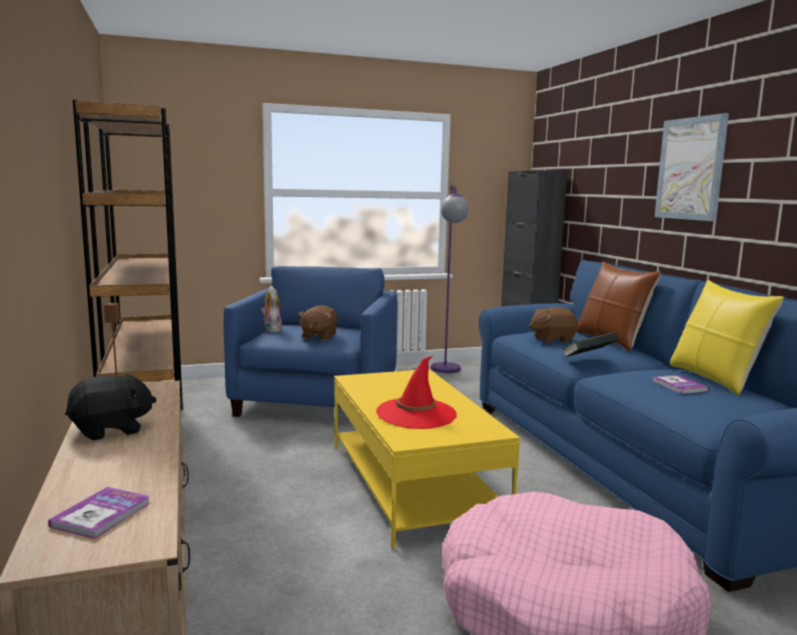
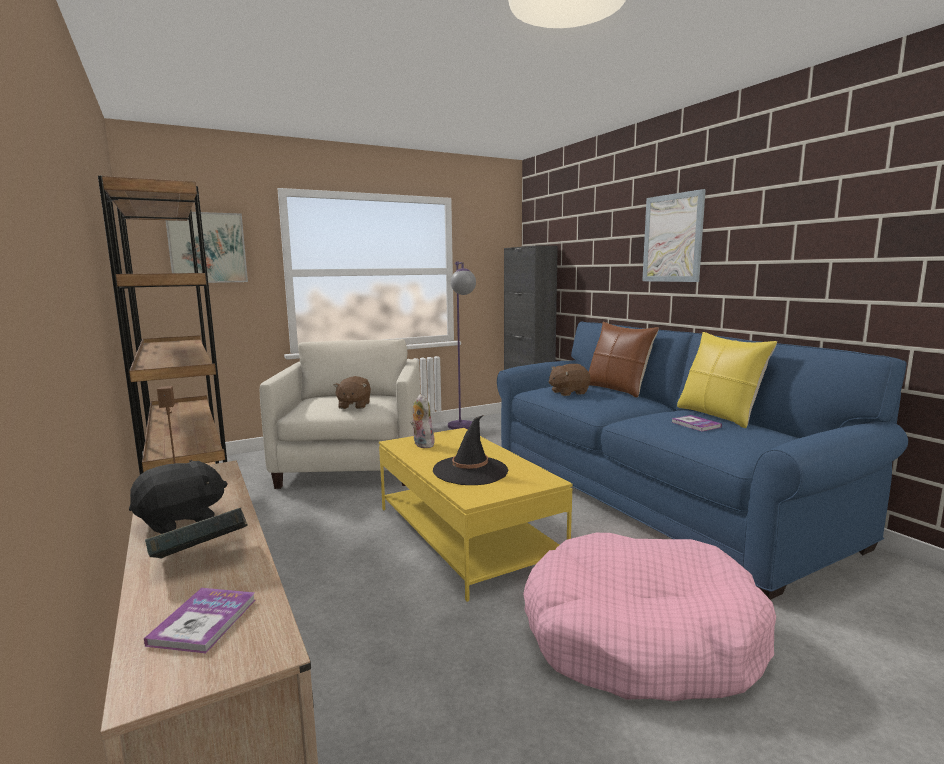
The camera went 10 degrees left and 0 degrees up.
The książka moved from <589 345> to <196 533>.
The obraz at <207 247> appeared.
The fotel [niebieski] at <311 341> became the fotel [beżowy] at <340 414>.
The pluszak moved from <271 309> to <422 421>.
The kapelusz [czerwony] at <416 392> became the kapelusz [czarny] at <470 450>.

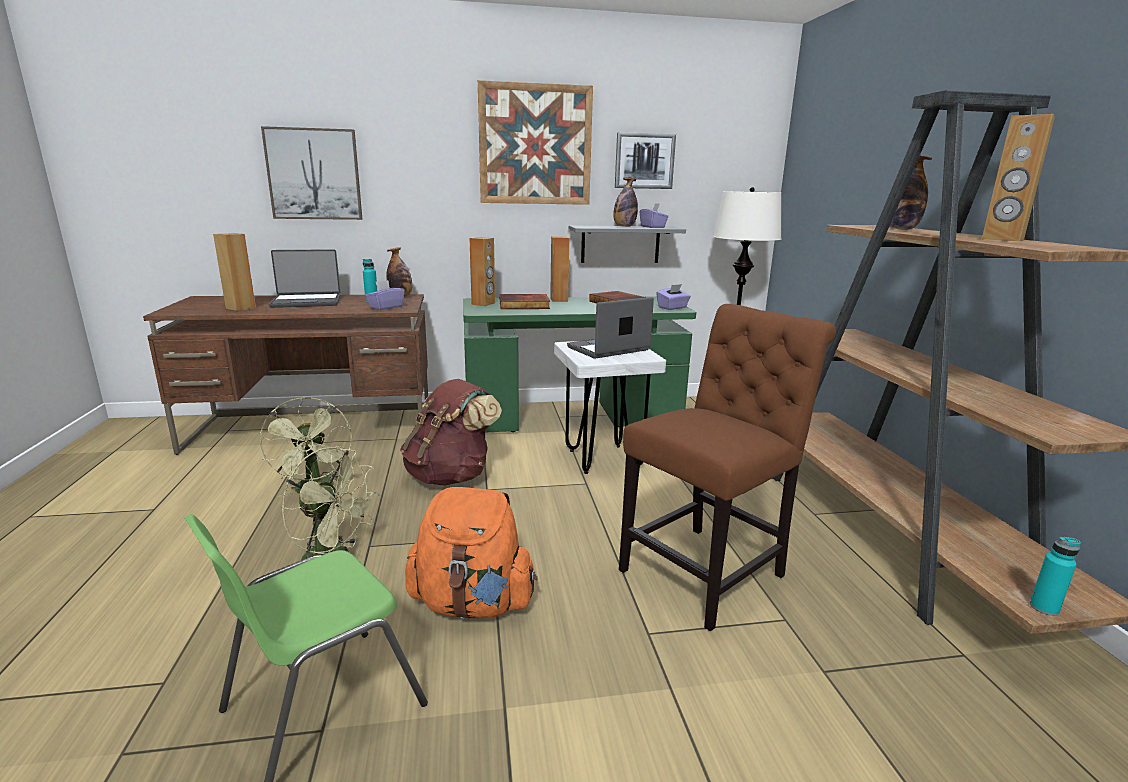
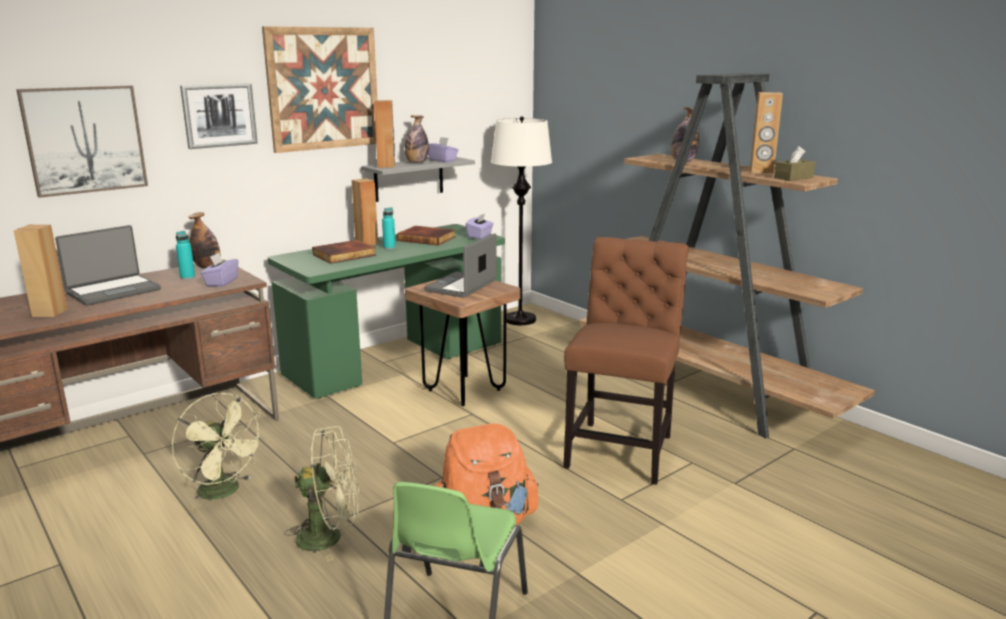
The camera went 30 degrees left and 0 degrees up.
The obraz moved from <645 160> to <219 116>.
The głośnik [brązowy] moved from <482 271> to <384 134>.
The butelka [turkusowy] moved from <1055 576> to <389 228>.
The stołek [biały] at <610 407> became the stołek [brązowy] at <463 339>.
The pudełko chusteczek [brązowy] at <794 163> appeared.
The plecak [brązowy] at <451 432> disappeared.

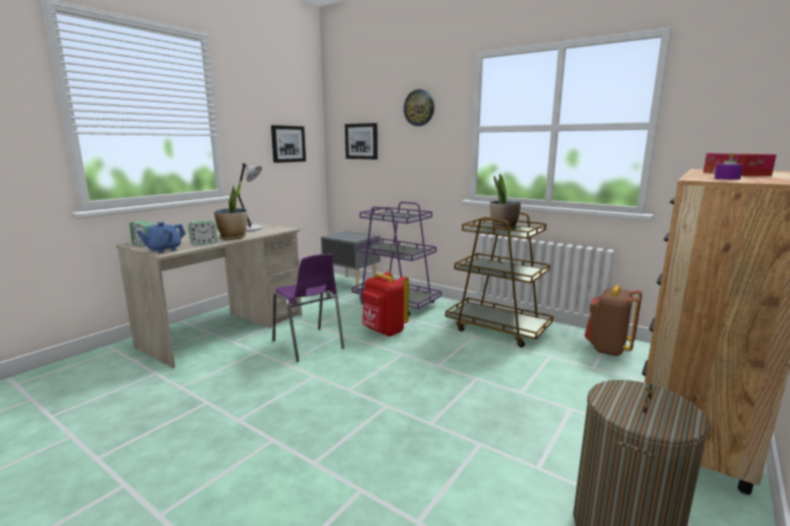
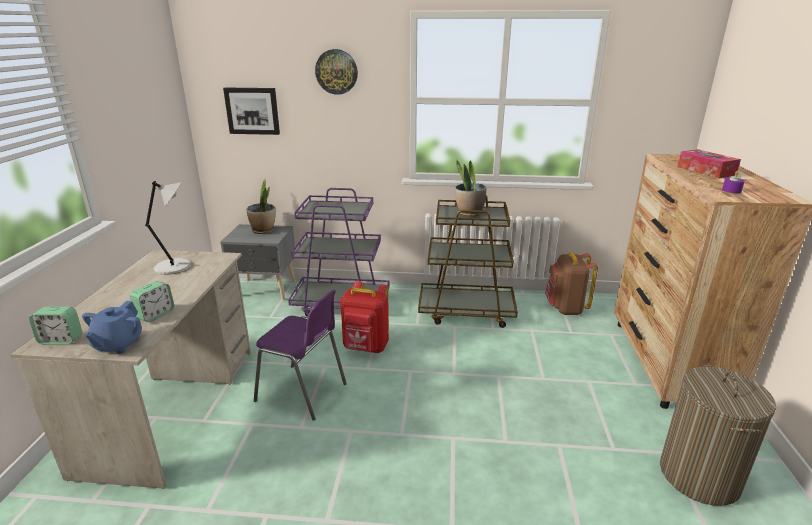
The camera went 30 degrees left and 10 degrees up.
The roślina doniczkowa moved from <230 210> to <260 206>.
The obraz at <288 144> disappeared.

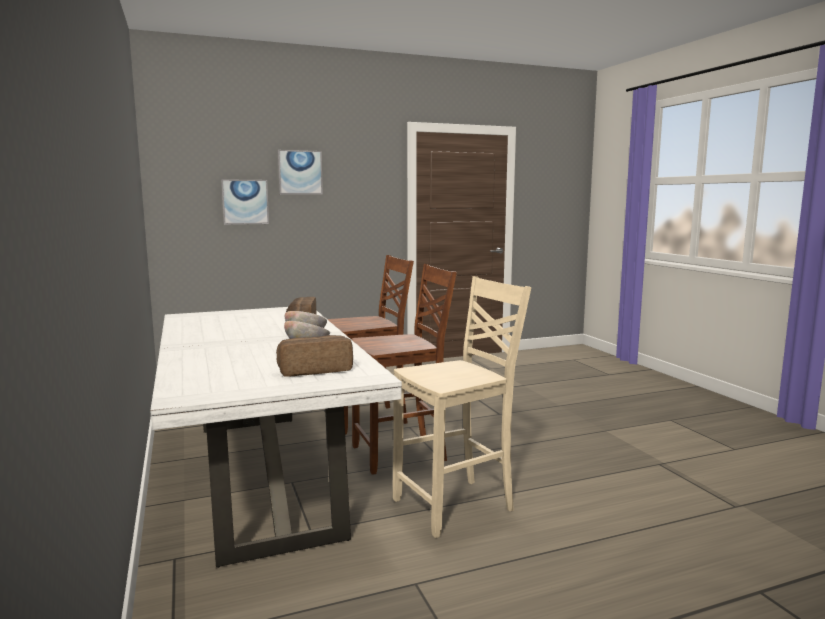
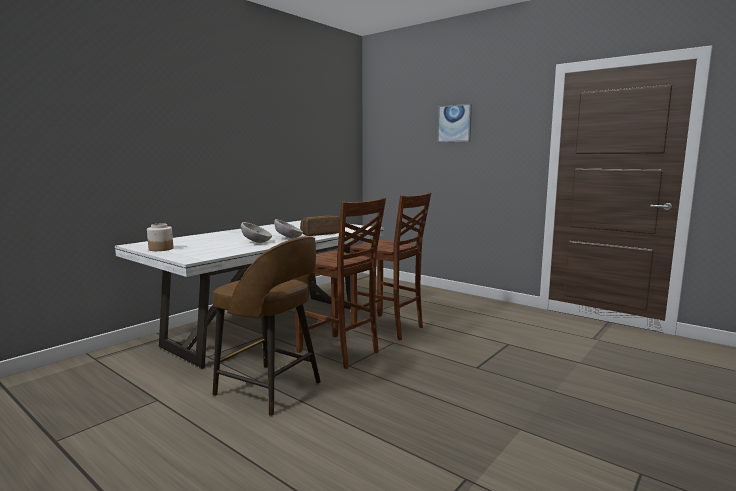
The camera went 60 degrees right and 0 degrees up.
The słoik at <160 237> appeared.
The krzesło [beżowy] at <462 407> was replaced by the stołek [brązowy] at <267 326>.
The obraz at <245 202> disappeared.
The chleb at <314 356> disappeared.

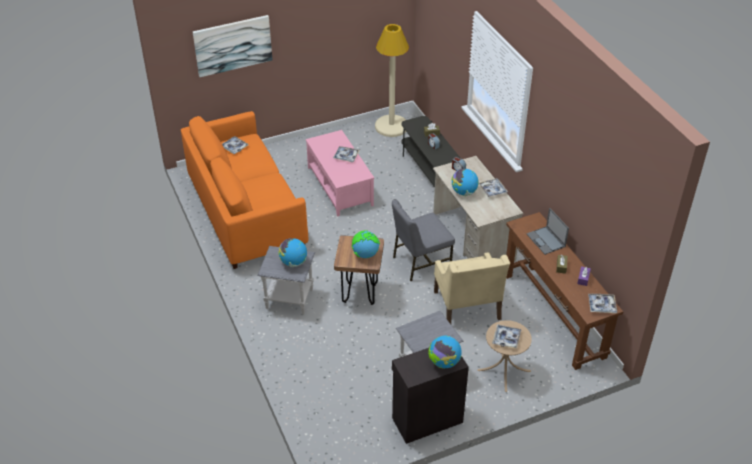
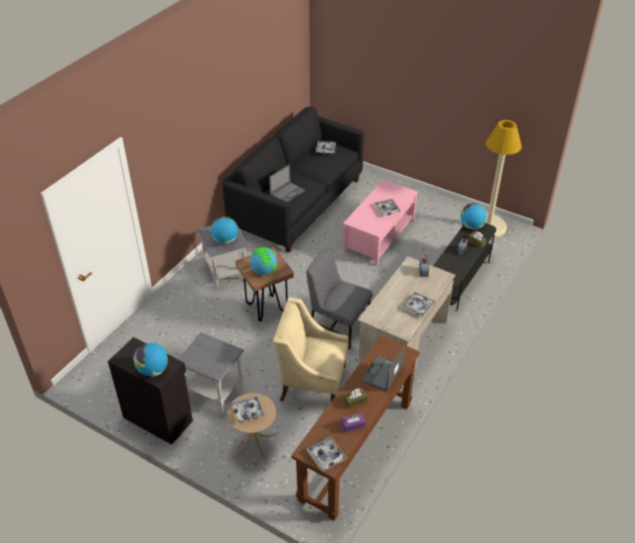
The camera went 55 degrees right and 0 degrees up.
The kanapa [pomarańczowy] at <244 190> became the kanapa [czarny] at <293 180>.
The laptop at <287 183> appeared.
The fotel [beżowy] at <472 288> turned 60 degrees clockwise.
The globus moved from <465 182> to <474 216>.
The obraz at <232 46> disappeared.

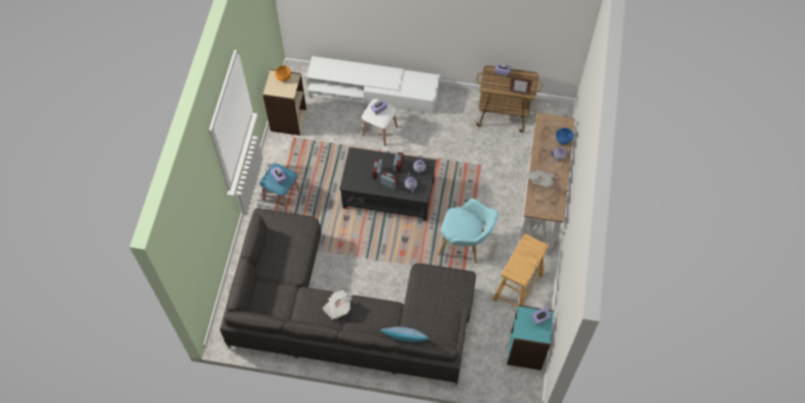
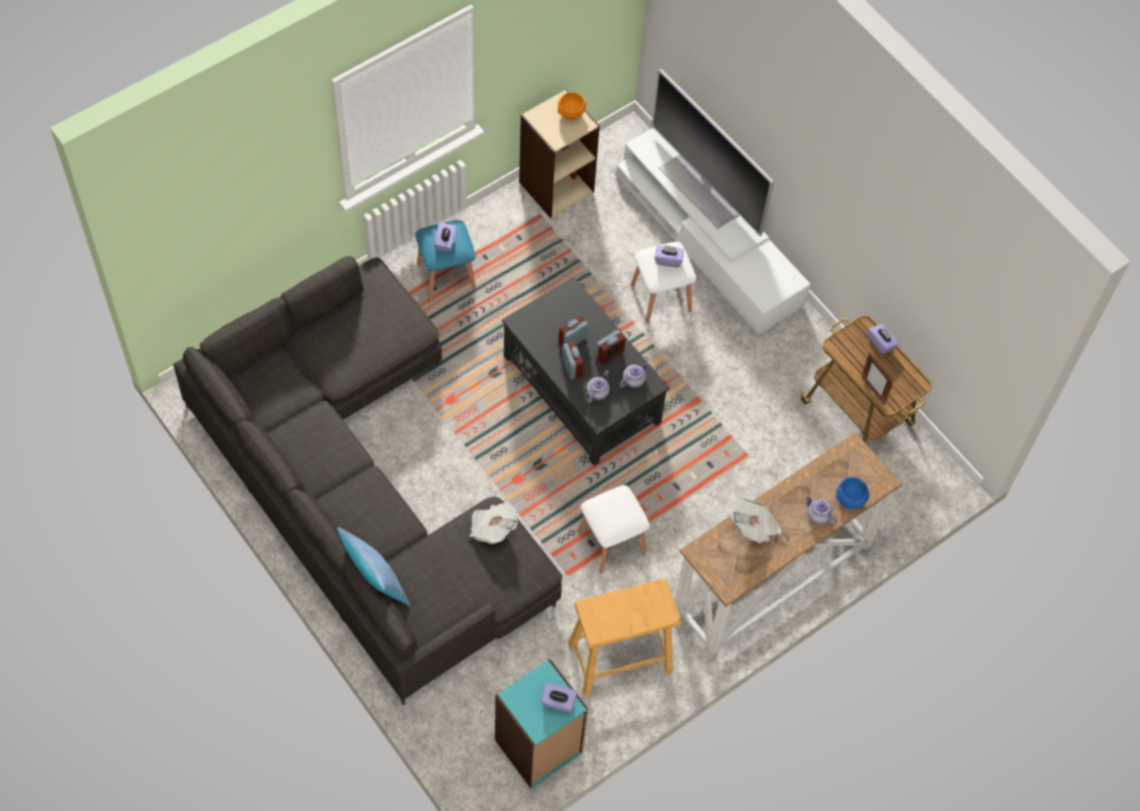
The camera went 40 degrees right and 0 degrees up.
The gazeta moved from <337 305> to <494 523>.
The fotel [turkusowy] at <468 230> was replaced by the stołek [biały] at <614 529>.
The telewizor at <712 152> appeared.

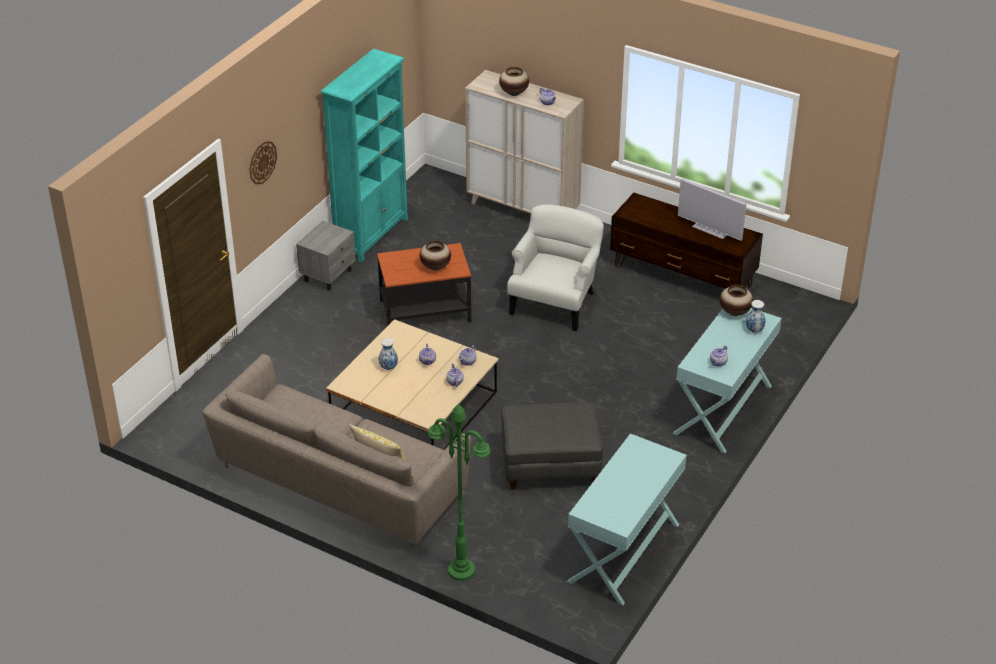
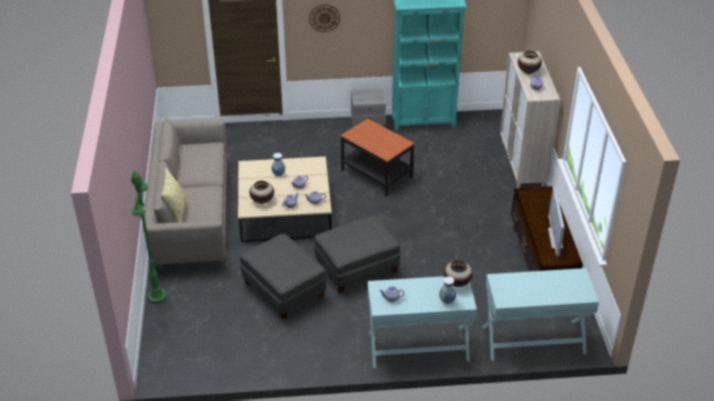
The camera went 55 degrees right and 0 degrees up.
The wazon moved from <435 256> to <261 192>.
The pufa [szary] at <357 254> appeared.
The stolik konsolowy [turkusowy] moved from <627 519> to <541 314>.
The fotel [biały] at <555 267> disappeared.

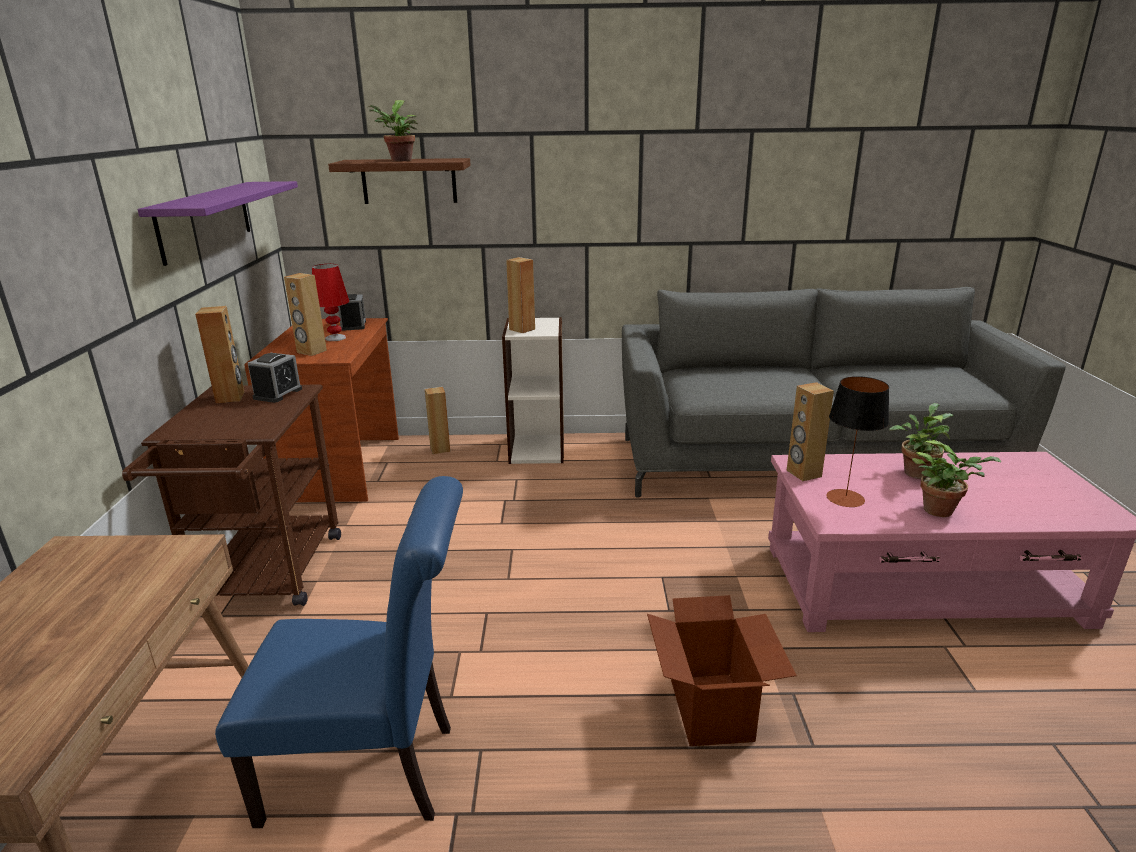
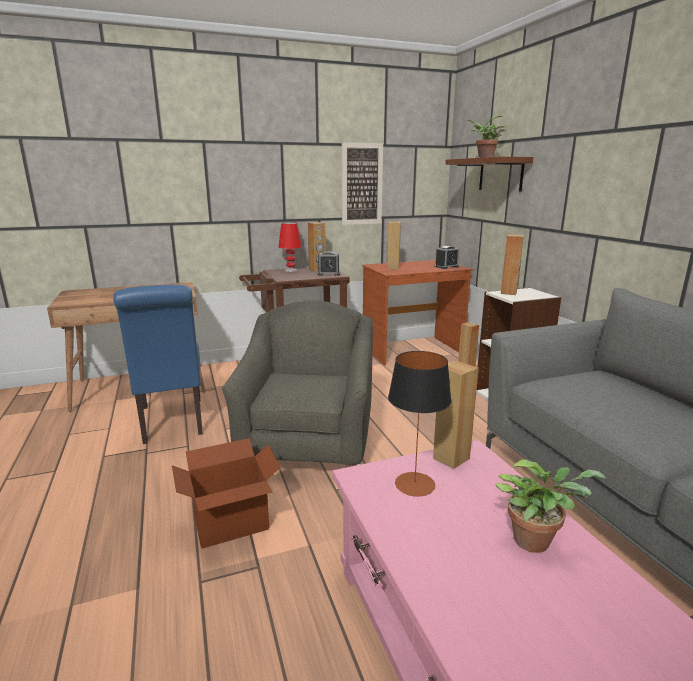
The camera went 70 degrees right and 5 degrees down.
The fotel [szary] at <297 383> appeared.
The lampa stołowa [czerwony] moved from <330 302> to <290 247>.
The półka [fioletowy] at <217 223> was replaced by the obraz at <362 183>.
The roślina doniczkowa at <957 478> disappeared.

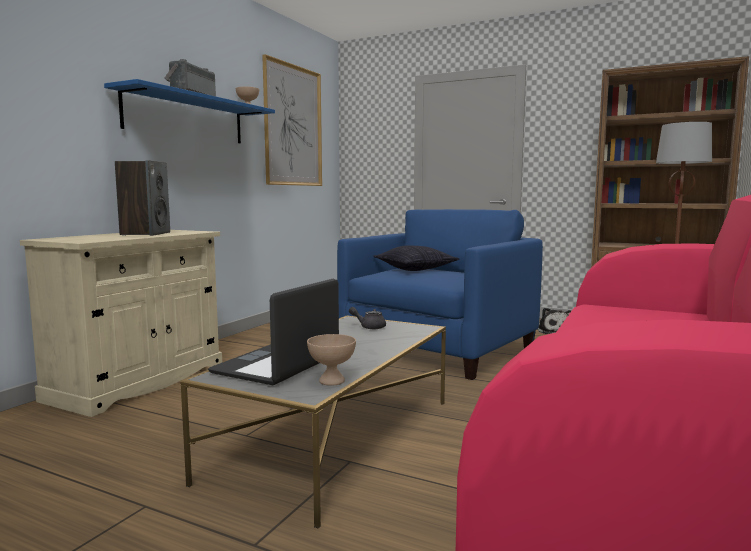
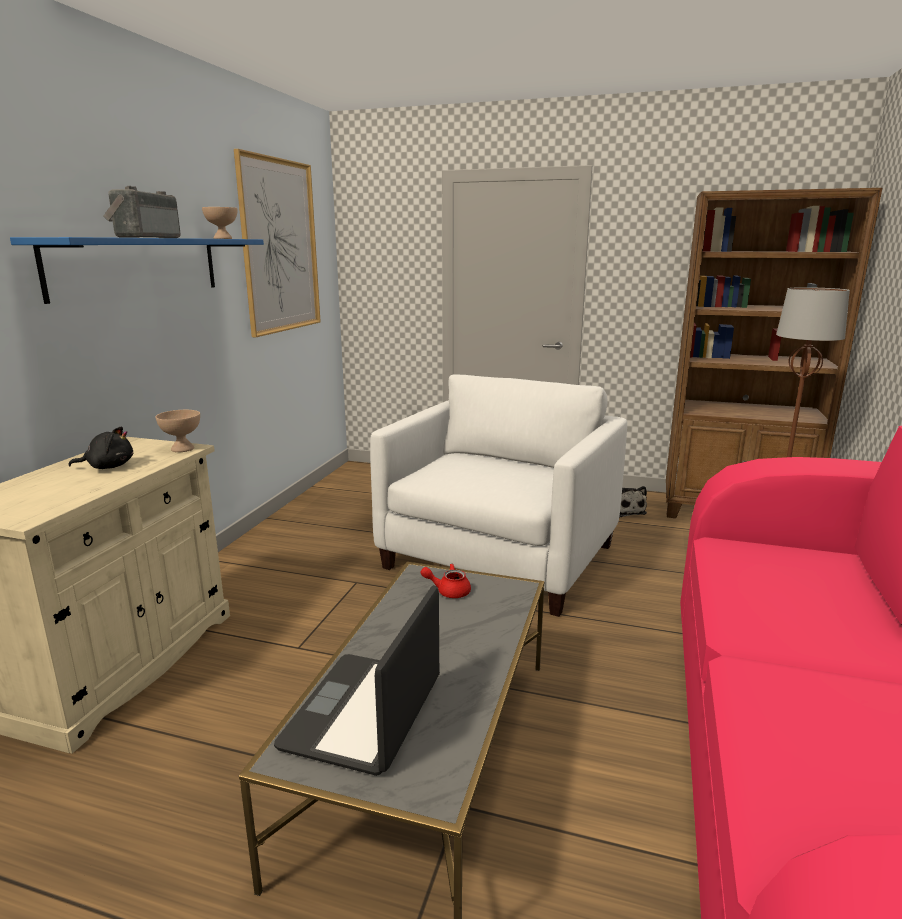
The camera went 10 degrees left and 10 degrees up.
The głośnik at <142 198> was replaced by the pluszak [czarny] at <100 447>.
The miska [beżowy] moved from <331 360> to <178 431>.
The fotel [niebieski] at <440 294> became the fotel [biały] at <498 495>.
The imbryk [szary] at <367 318> became the imbryk [czerwony] at <446 581>.
The poduszka at <416 258> disappeared.

